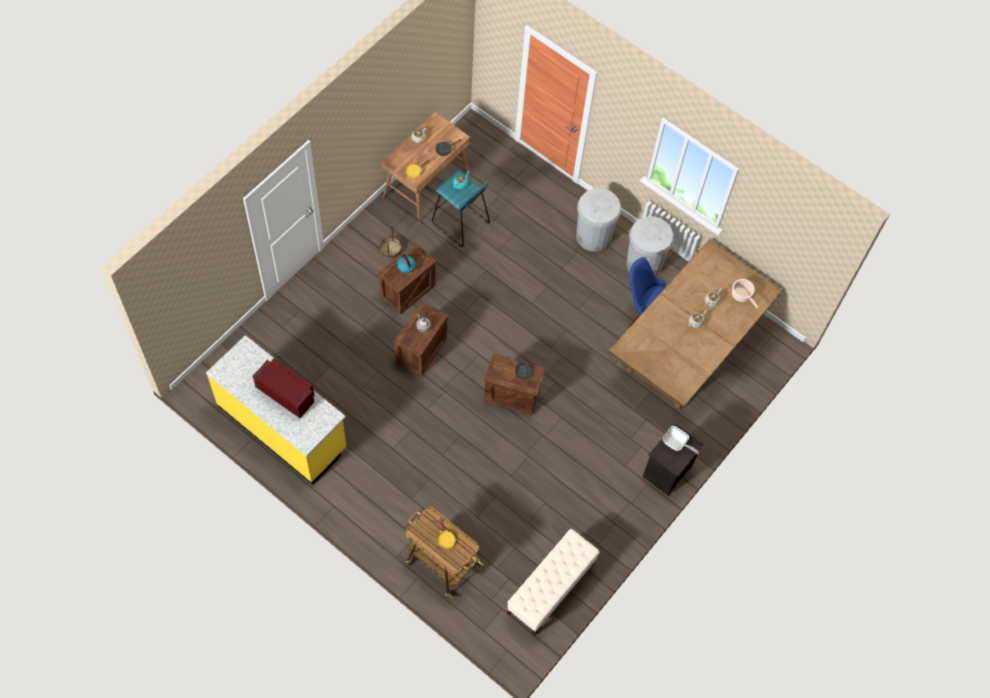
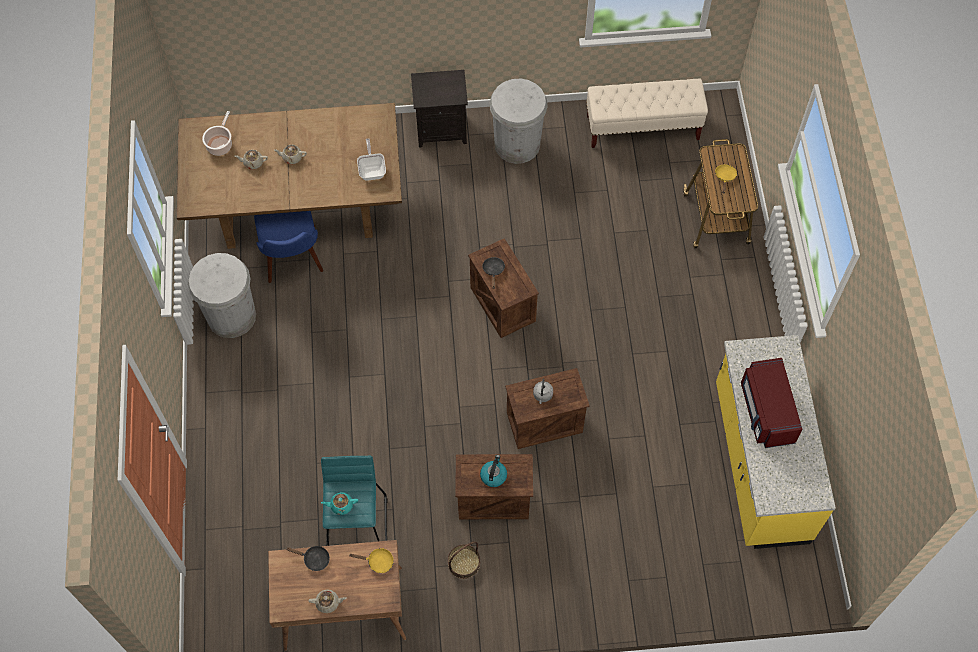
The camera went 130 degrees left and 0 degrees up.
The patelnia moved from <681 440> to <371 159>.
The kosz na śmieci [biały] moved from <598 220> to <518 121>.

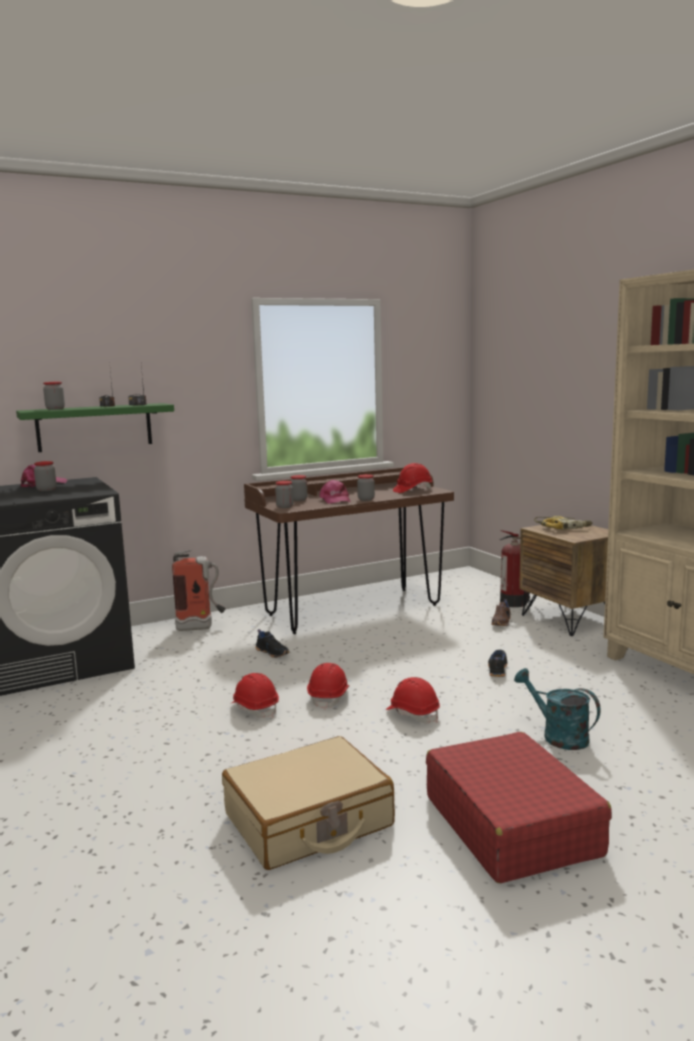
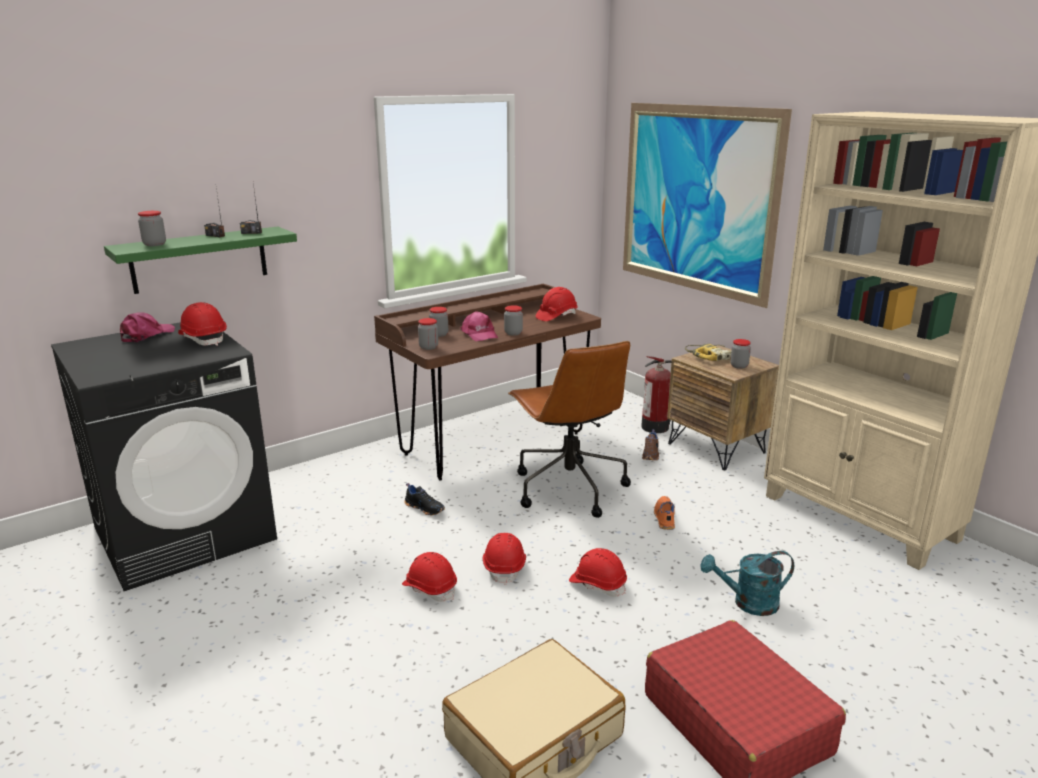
The camera went 10 degrees left and 10 degrees up.
The kask [czerwony] at <202 324> appeared.
The krzesło biurowe [brązowy] at <569 429> appeared.
The obraz at <707 205> appeared.
The but [czarny] at <498 663> became the but [pomarańczowy] at <664 513>.
The konewka [turkusowy] at <557 709> turned 45 degrees counterclockwise.
The słoik moved from <45 476> to <740 354>.
The gaśnica at <199 590> disappeared.

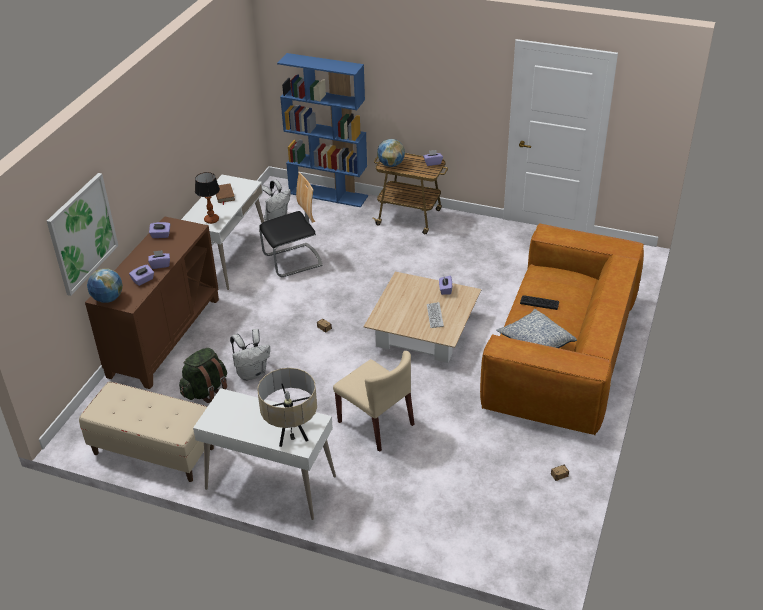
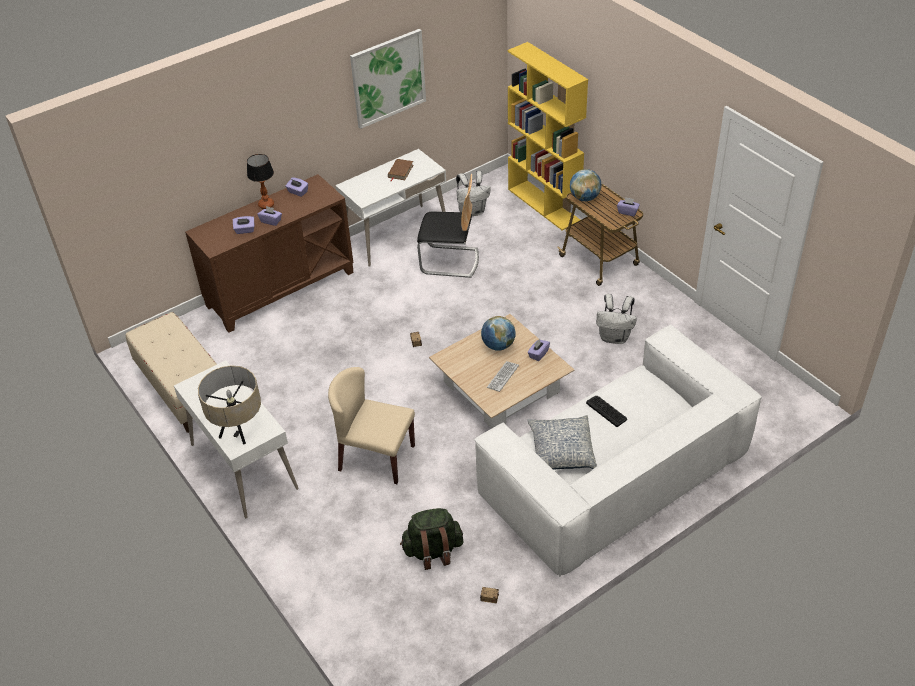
The camera went 35 degrees right and 5 degrees up.
The lampa stołowa moved from <207 198> to <260 181>.
The krzesło [beżowy] at <373 401> turned 120 degrees clockwise.
The obraz moved from <82 234> to <388 79>.
The plecak [zielony] moved from <203 375> to <432 539>.
The kanapa [brązowy] at <562 330> became the kanapa [biały] at <618 450>.
The globus moved from <105 285> to <498 333>.
The regał [niebieski] at <322 130> became the regał [żółty] at <547 136>.
The plecak [biały] moved from <250 355> to <616 319>.

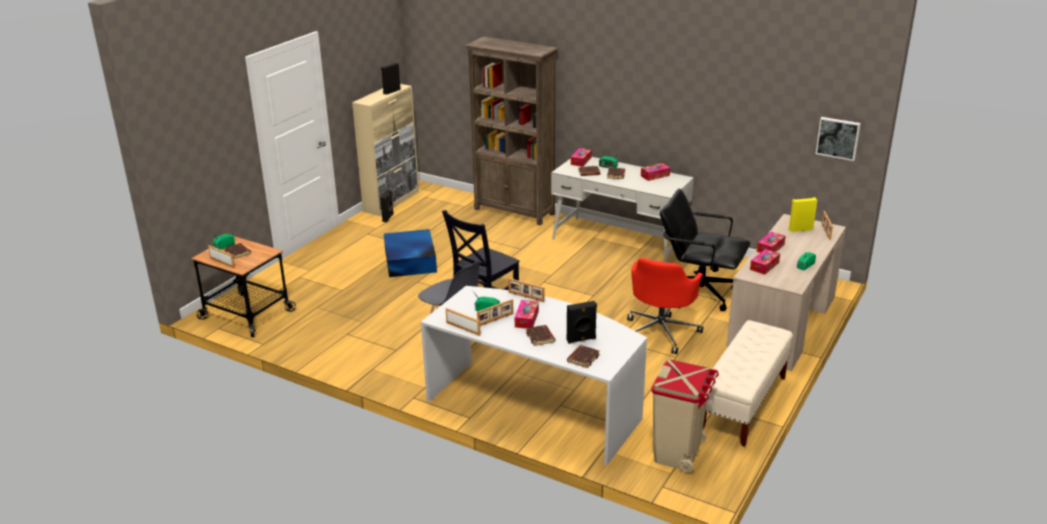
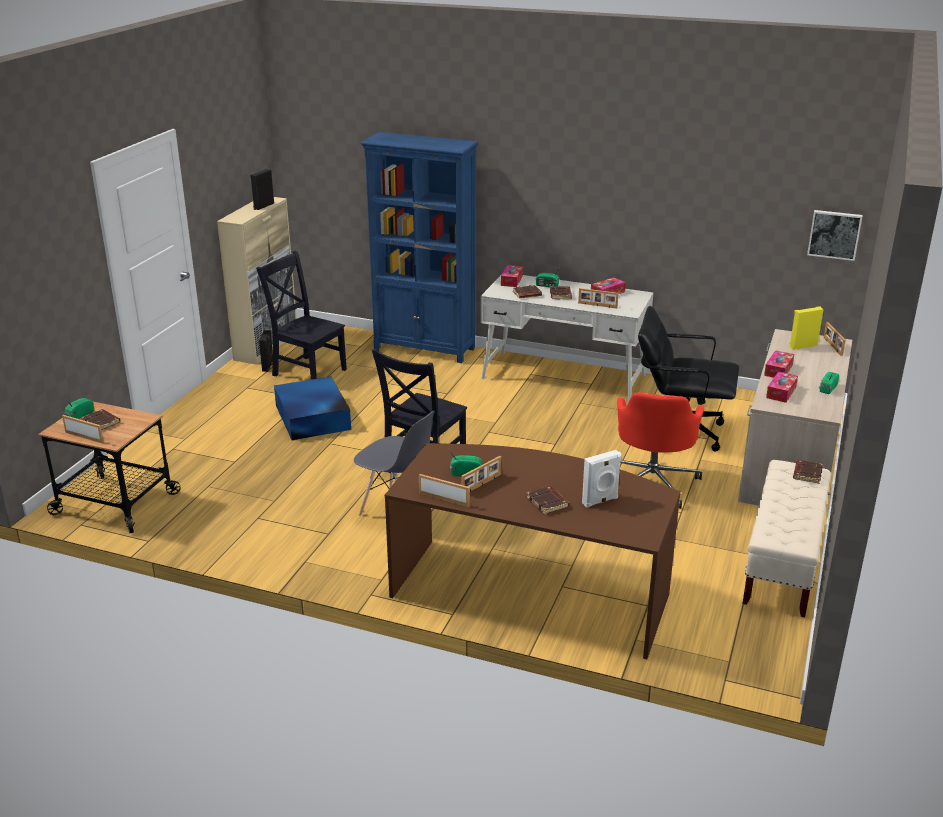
The camera went 10 degrees left and 0 degrees up.
The krzesło [czarny] at <301 315> appeared.
The regał [brązowy] at <511 131> became the regał [niebieski] at <419 247>.
The biurko [biały] at <534 375> became the biurko [brązowy] at <532 551>.
The ramka na zdjęcie moved from <526 290> to <598 298>.
The głośnik [czarny] at <582 322> became the głośnik [biały] at <601 479>.
The książka [brązowy] moved from <583 356> to <808 472>.
The pudełko chusteczek at <527 314> disappeared.
The kosz na śmieci [beżowy] at <685 416> disappeared.

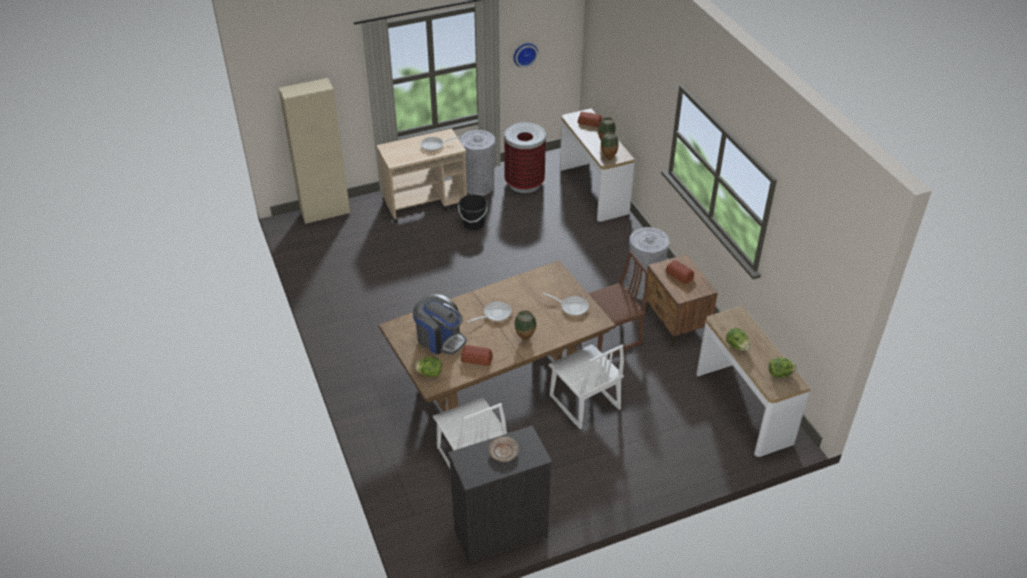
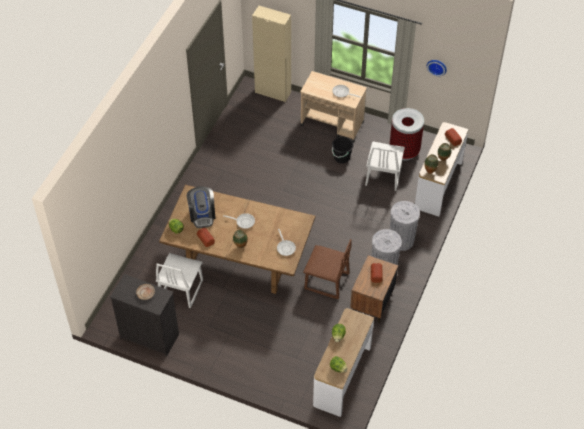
The camera went 45 degrees right and 10 degrees up.
The krzesło [biały] moved from <586 386> to <385 166>.
The kosz na śmieci [szary] moved from <477 163> to <405 226>.

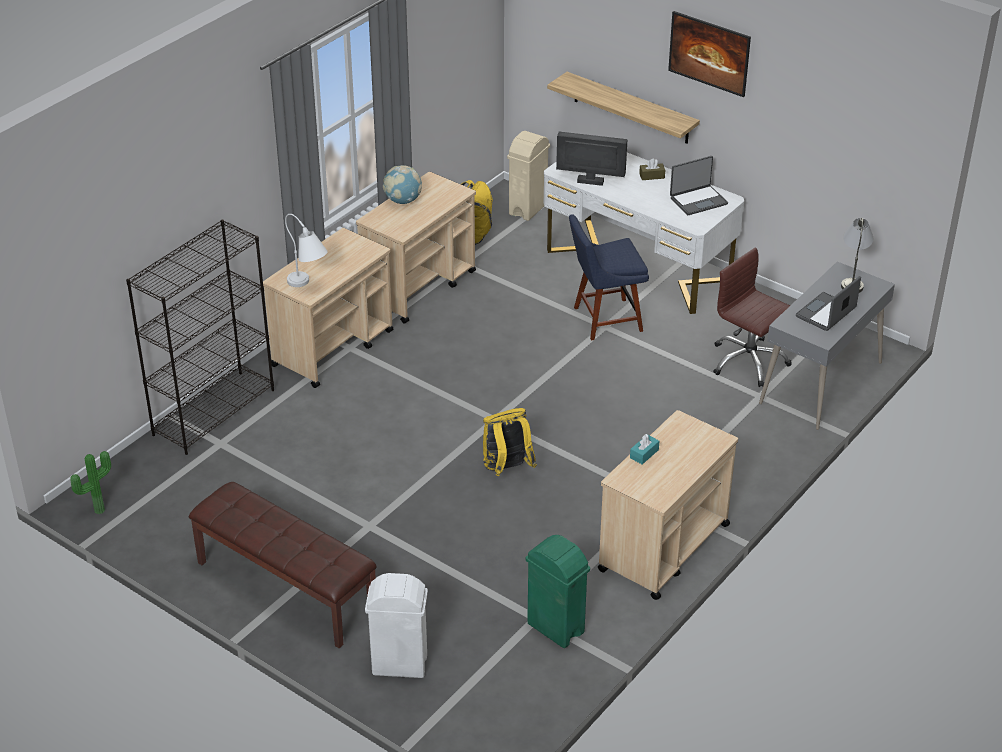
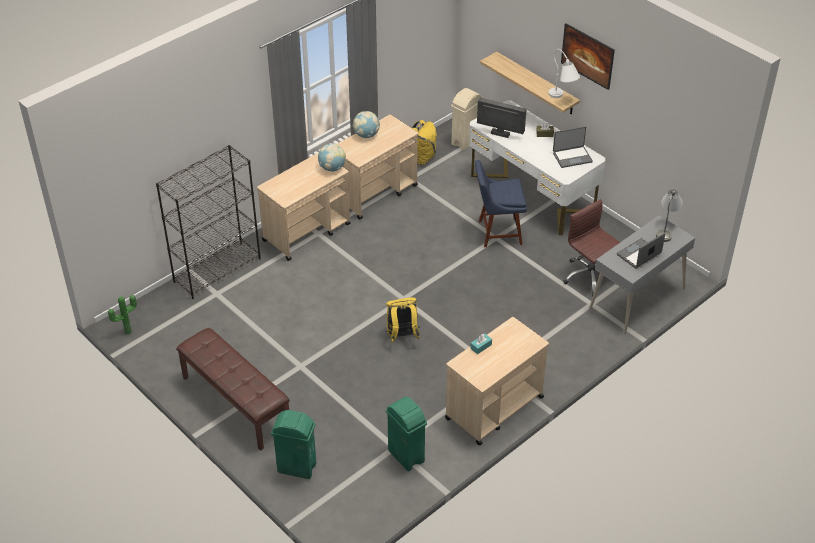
The camera went 10 degrees right and 5 degrees up.
The kosz na śmieci [biały] at <396 625> became the kosz na śmieci [zielony] at <293 444>.
The globus at <332 157> appeared.
The lampa stołowa [biały] moved from <306 250> to <564 73>.

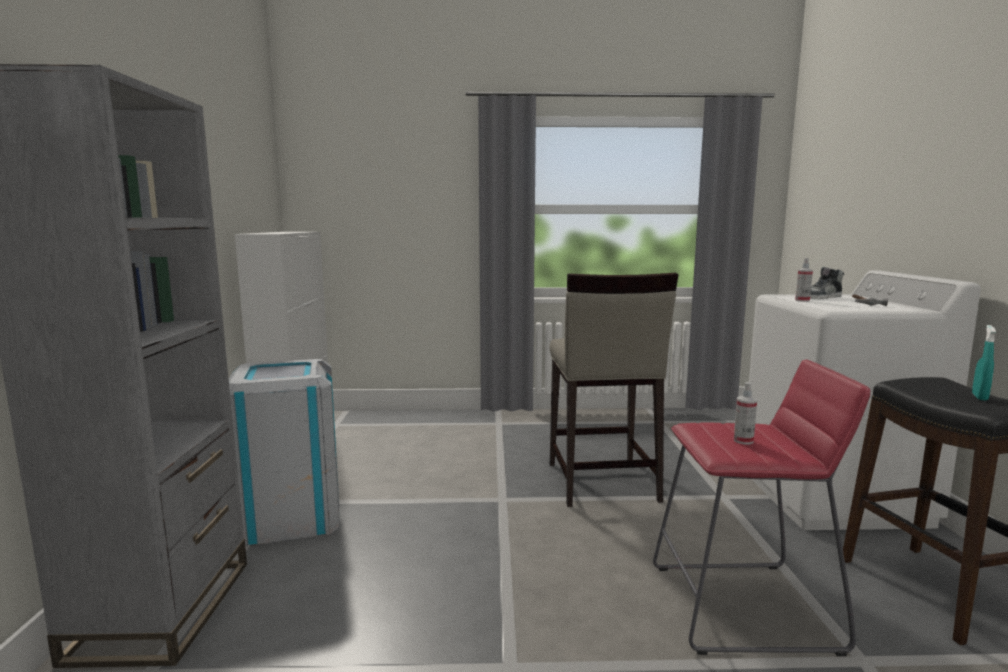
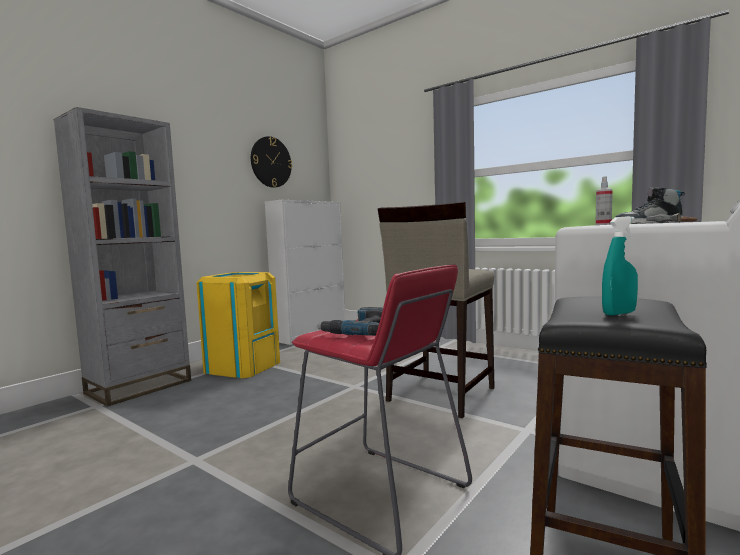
The camera went 40 degrees right and 5 degrees down.
The kosz na śmieci [szary] at <284 452> became the kosz na śmieci [żółty] at <238 325>.
The zegar ścienny at <271 162> appeared.
The spryskiwacz at <745 413> was replaced by the wiertarka at <349 321>.

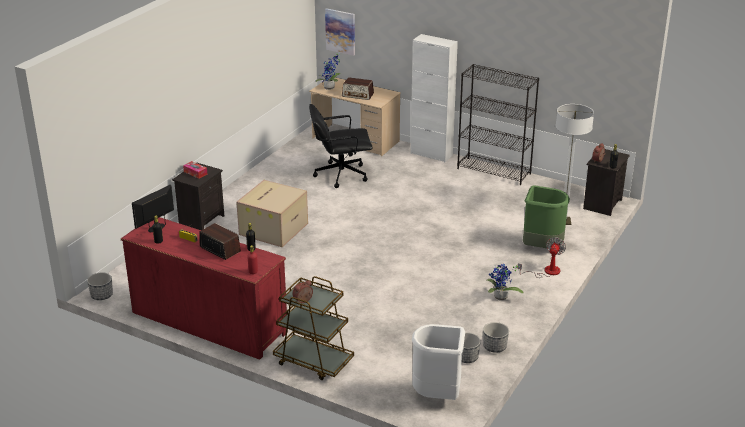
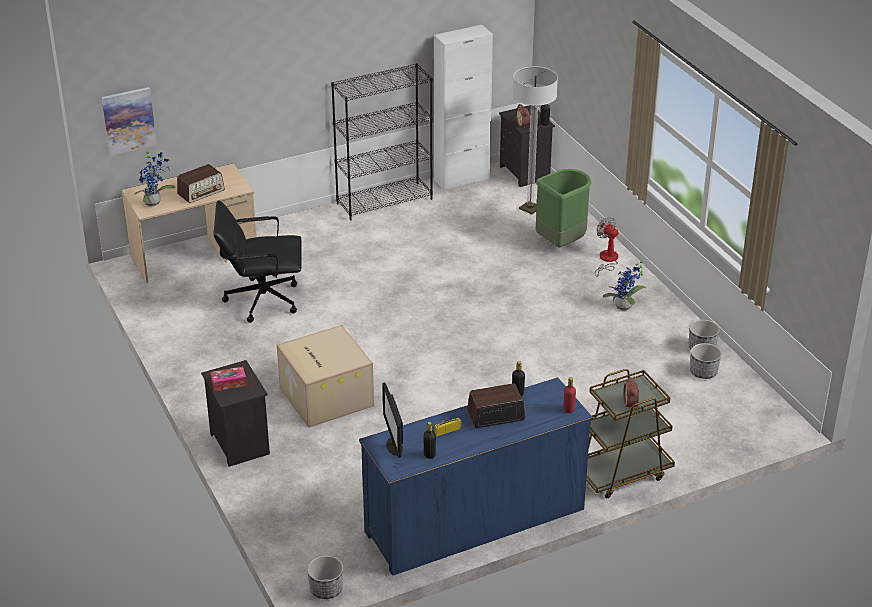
The camera went 55 degrees left and 5 degrees up.
The krzesło biurowe [czarny] at <341 146> turned 60 degrees clockwise.
The komoda [czerwony] at <204 288> became the komoda [niebieski] at <476 476>.
The szafka [biały] moved from <434 98> to <463 108>.
The kosz na śmieci [biały] at <438 362> disappeared.

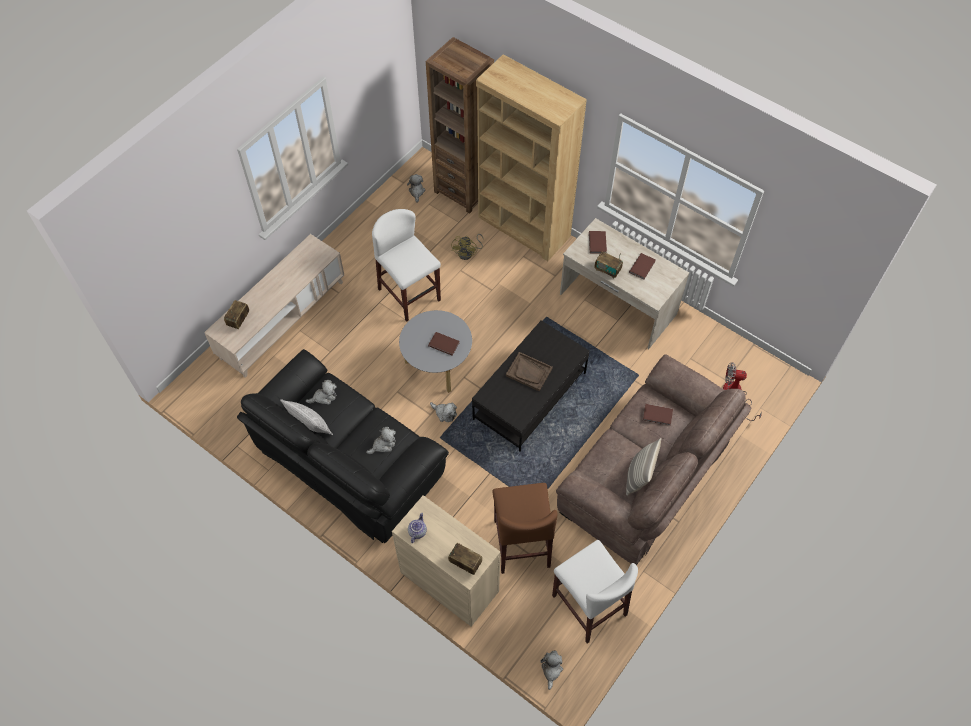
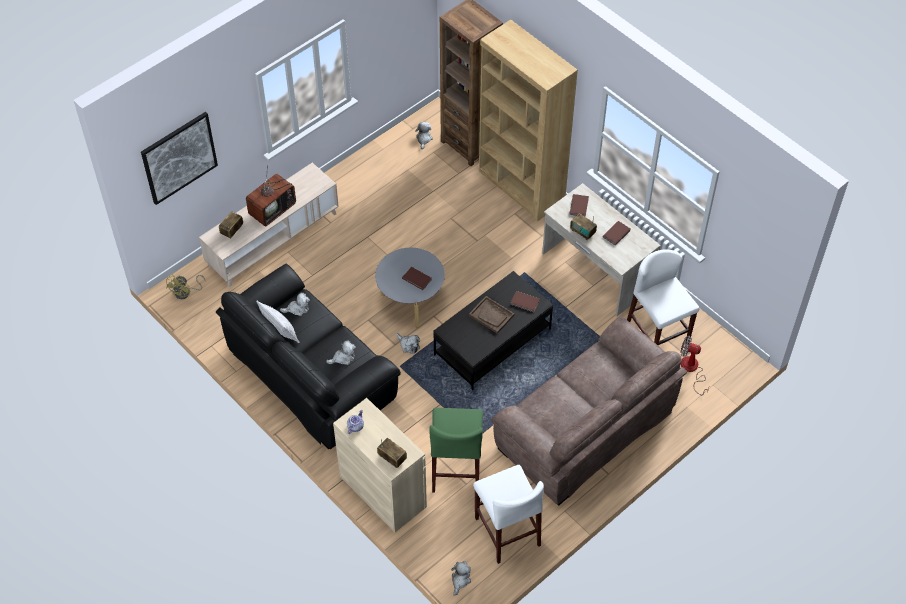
The camera went 10 degrees right and 5 degrees down.
The obraz at <179 158> appeared.
The wentylator [żółty] moved from <467 247> to <186 286>.
The telewizor at <271 196> appeared.
The stołek [brązowy] at <525 528> became the stołek [zielony] at <456 450>.
The książka [brązowy] moved from <658 415> to <525 301>.
The stołek [biały] moved from <406 265> to <663 297>.
The poduszka at <643 467> disappeared.

